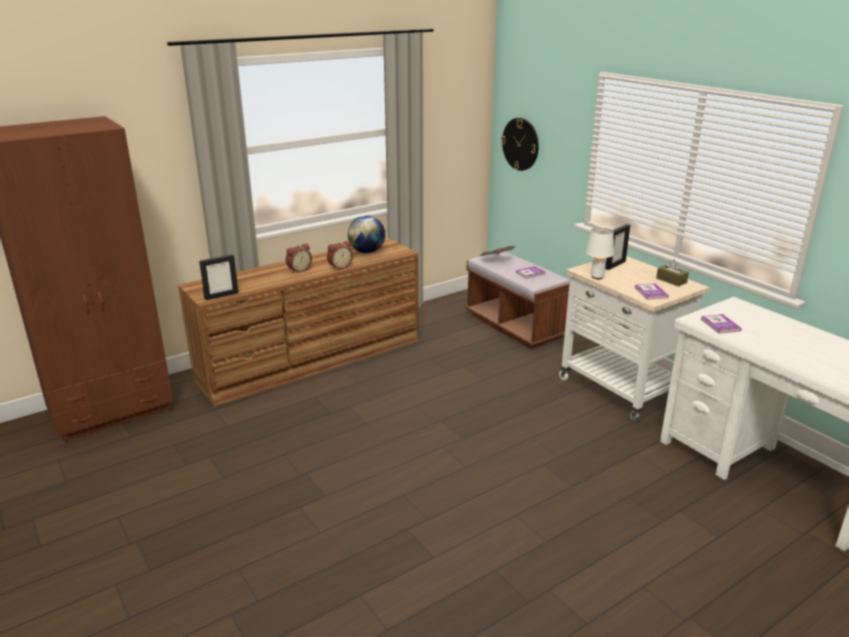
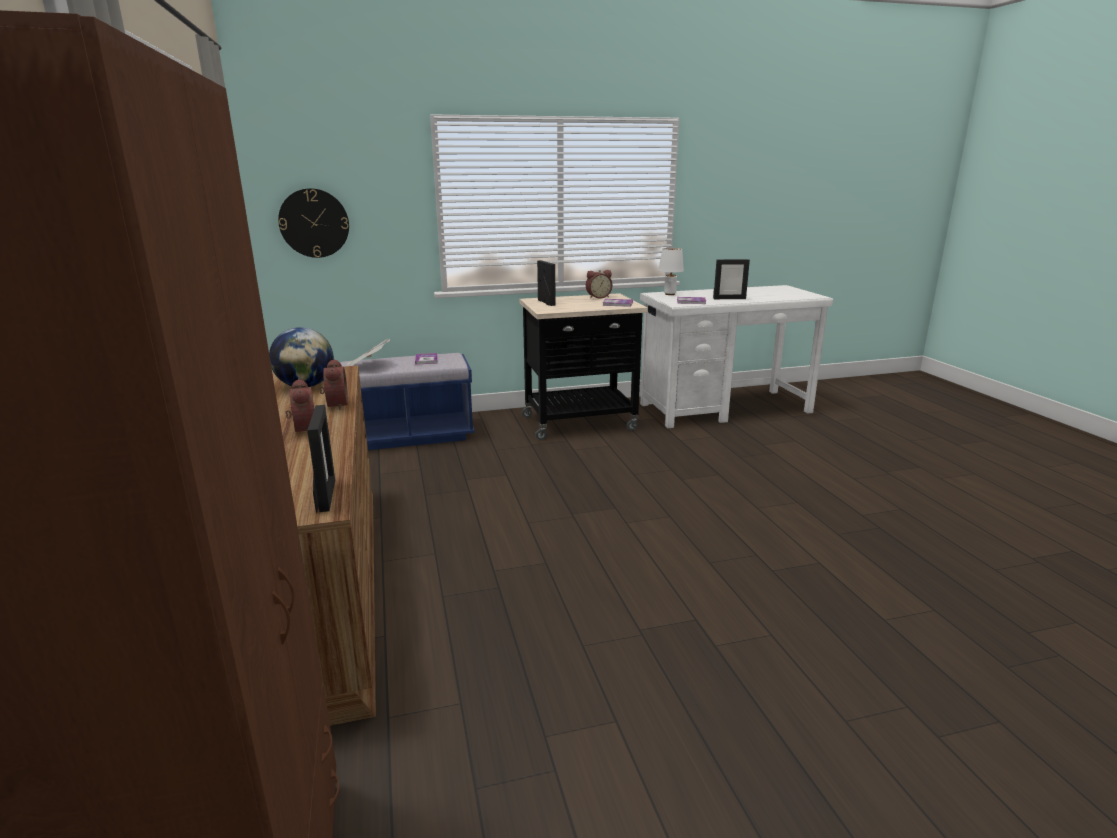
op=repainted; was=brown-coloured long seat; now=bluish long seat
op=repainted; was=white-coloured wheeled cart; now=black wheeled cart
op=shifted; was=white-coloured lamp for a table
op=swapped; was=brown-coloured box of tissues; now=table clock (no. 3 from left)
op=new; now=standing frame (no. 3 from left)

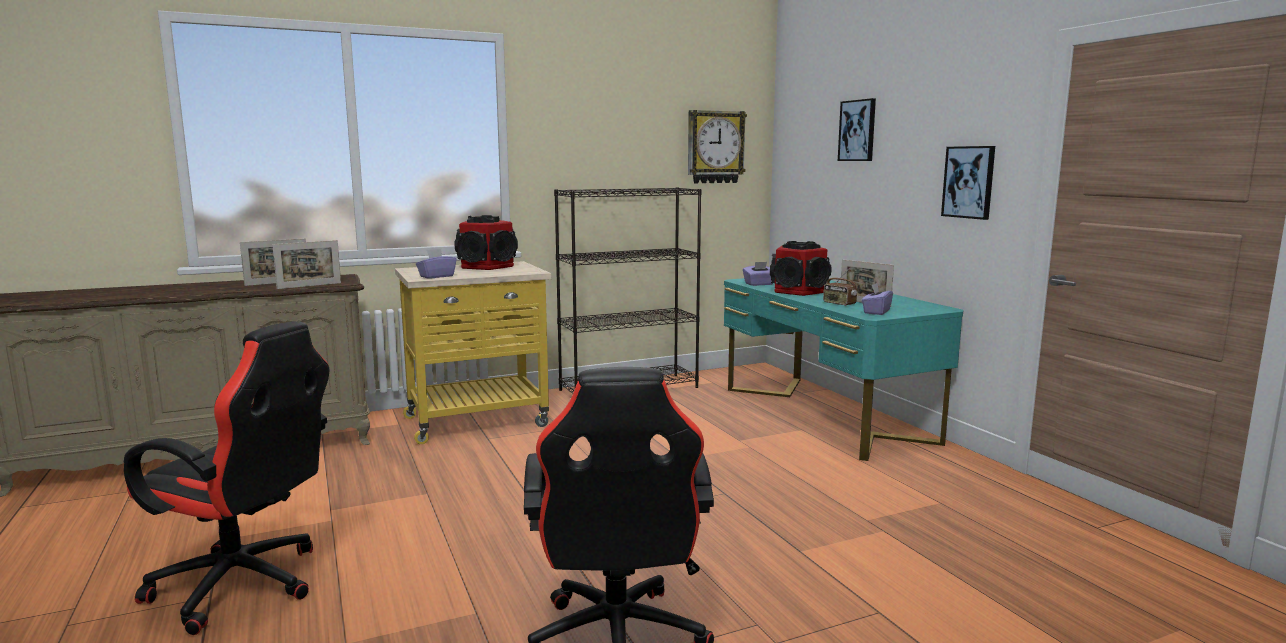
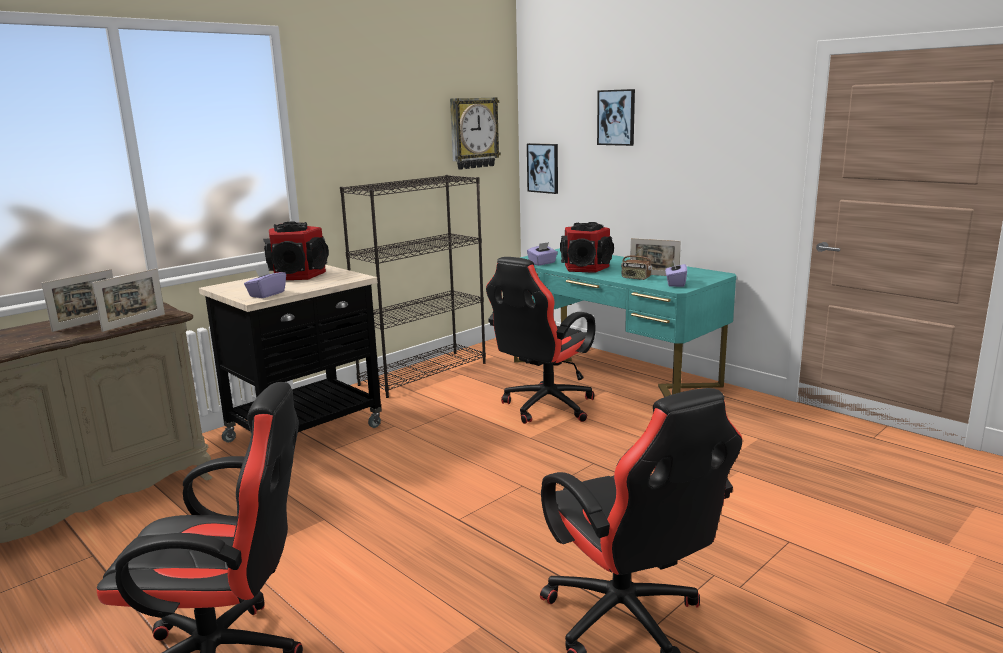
op=repainted; was=yellow-coloured wheeled cart; now=black wheeled cart
op=shifted; was=picture (no. 2 from left in the first image); now=picture (no. 1 from left)
op=new; now=black computer chair (no. 2 from left)

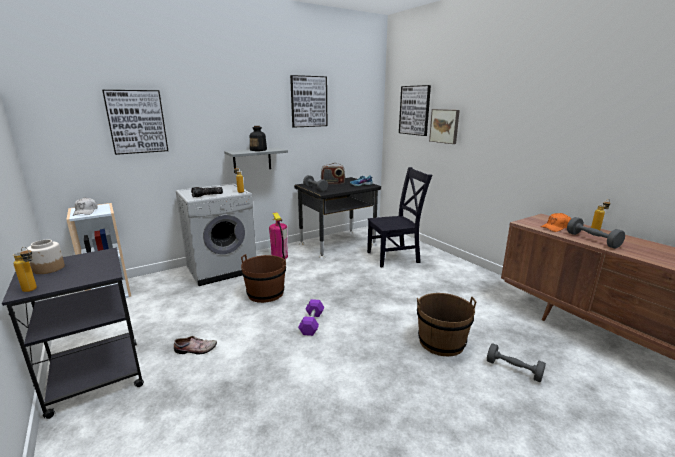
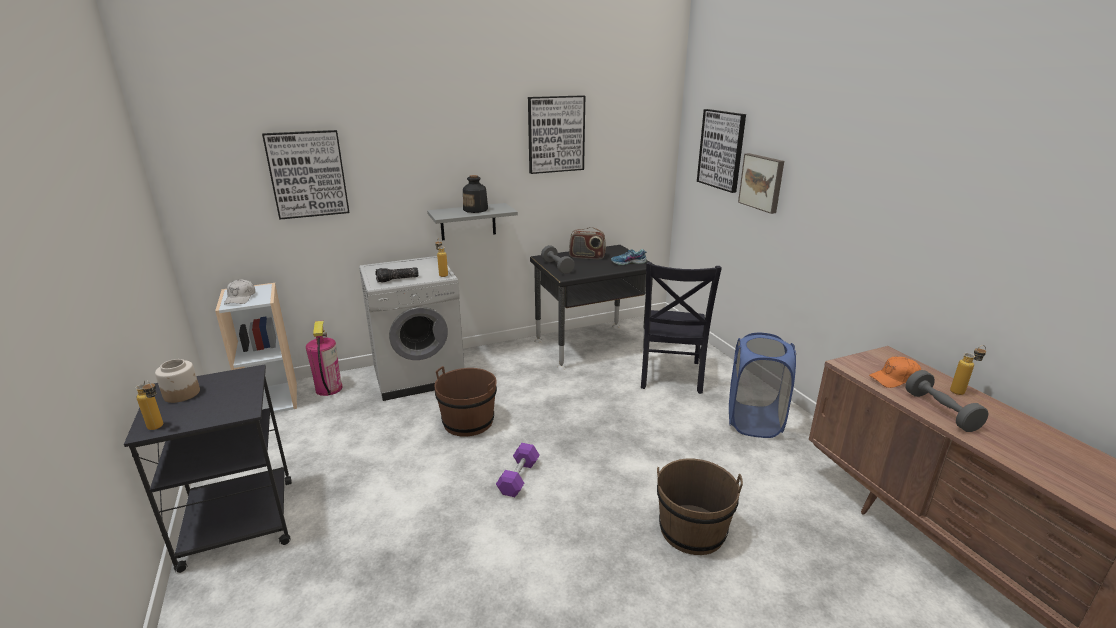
op=gone; was=low shoe (no. 1 from left)
op=shifted; was=fire extinguisher
op=rotated; was=black chair; clockwise=105
op=gone; was=greyish free weight (no. 2 from left)
op=new; now=bluish laundry basket

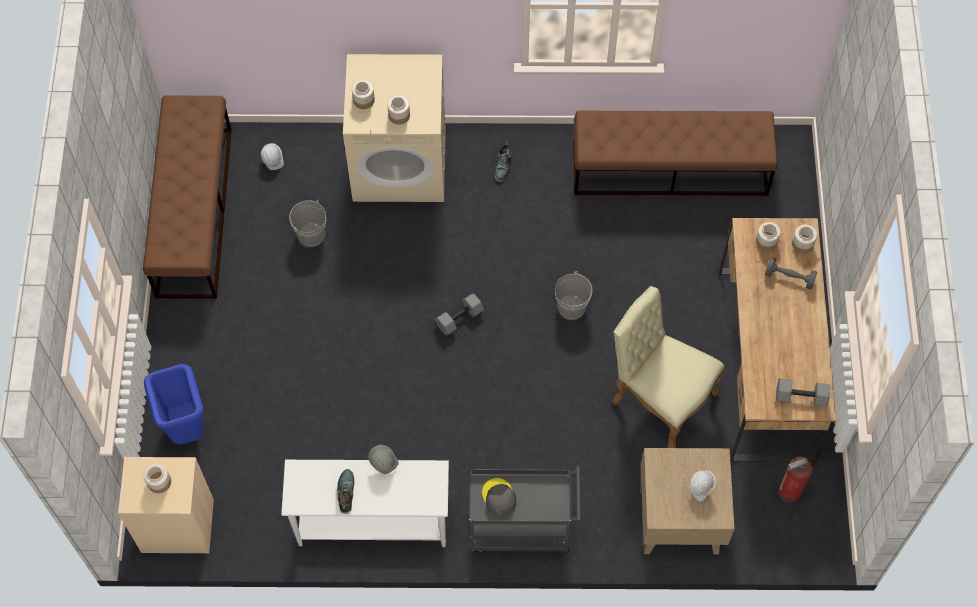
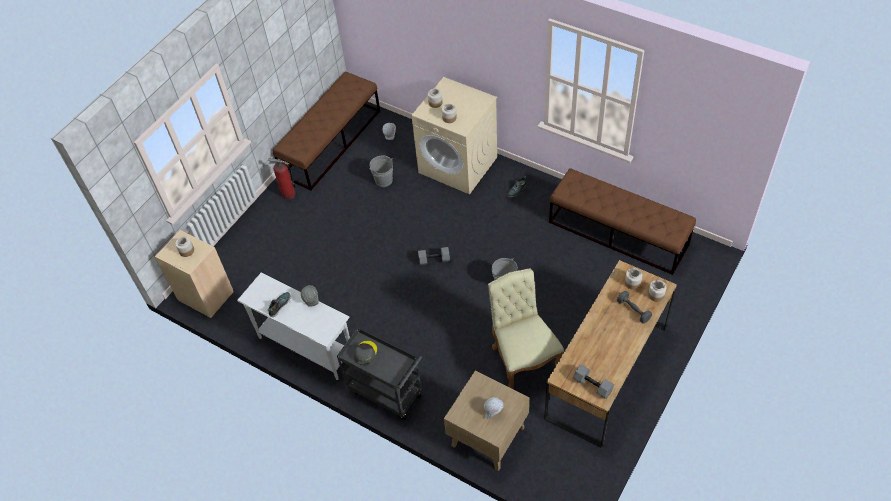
op=gone; was=bluish rubbish bin
op=shifted; was=fire extinguisher

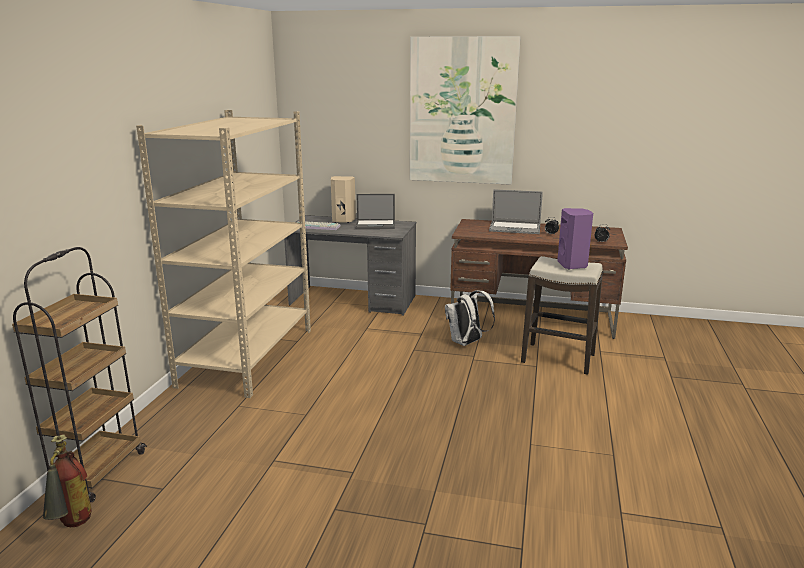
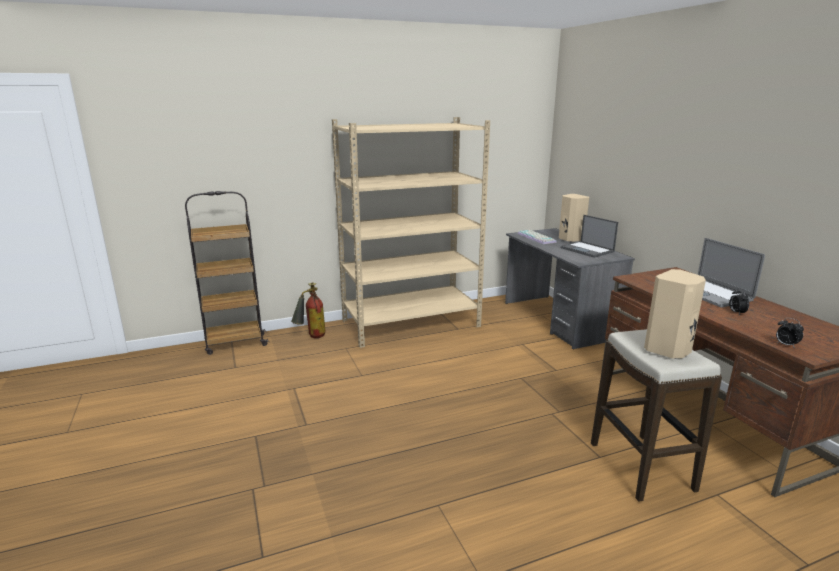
op=shifted; was=fire extinguisher
op=gone; was=picture
op=gone; was=white-coloured knapsack
op=repainted; was=purple loudspeaker; now=beige loudspeaker (no. 2 from left)

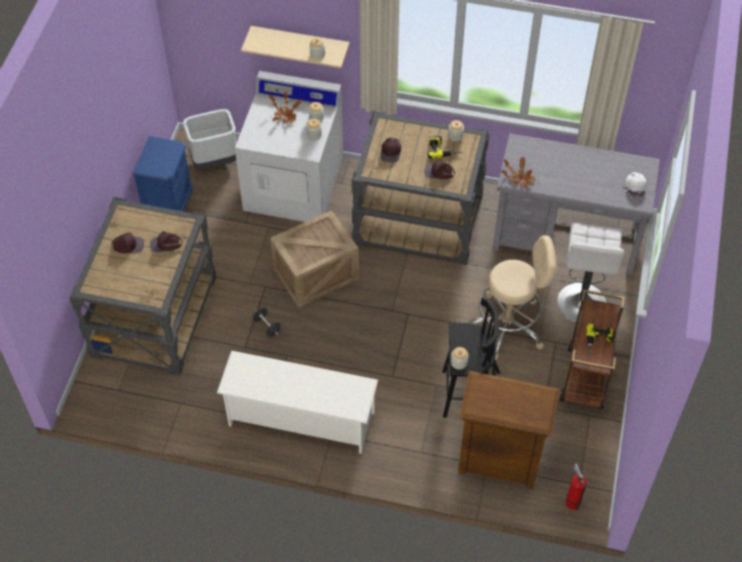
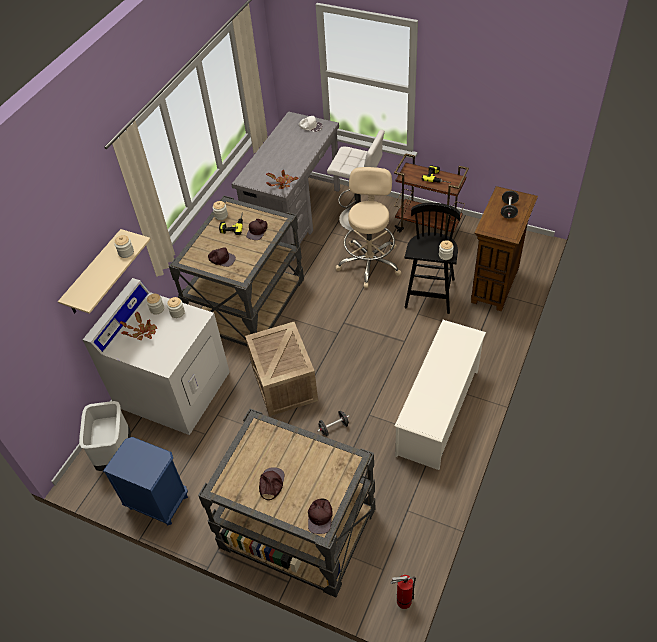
op=shifted; was=brown-coloured baseball cap (no. 2 from left in the first image); now=brown-coloured baseball cap (no. 4 from left)
op=shifted; was=fire extinguisher
op=new; now=black free weight (no. 2 from left)

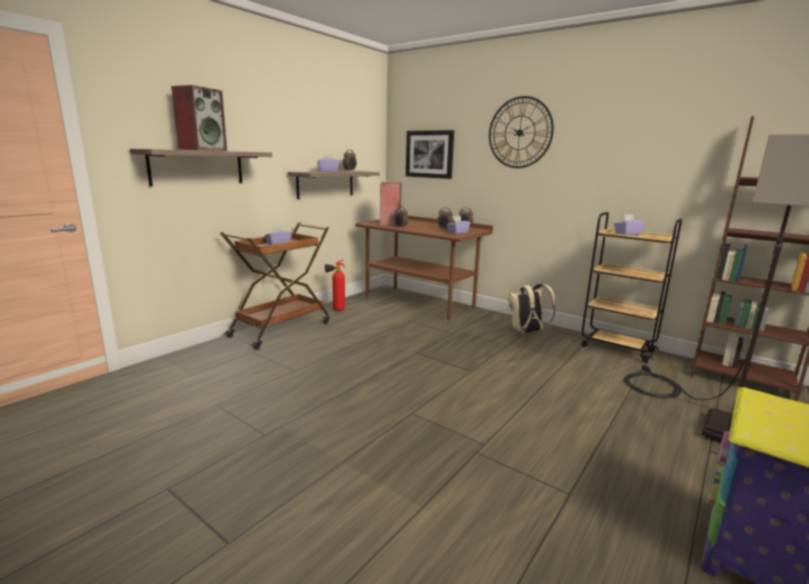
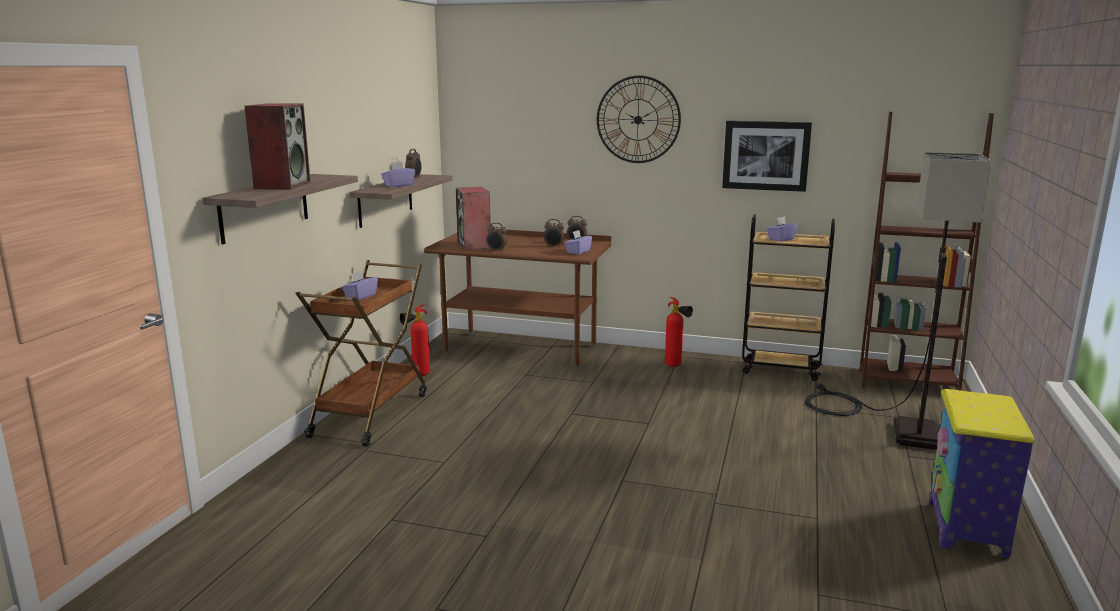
op=shifted; was=picture
op=swapped; was=beige knapsack; now=fire extinguisher (no. 2 from left)

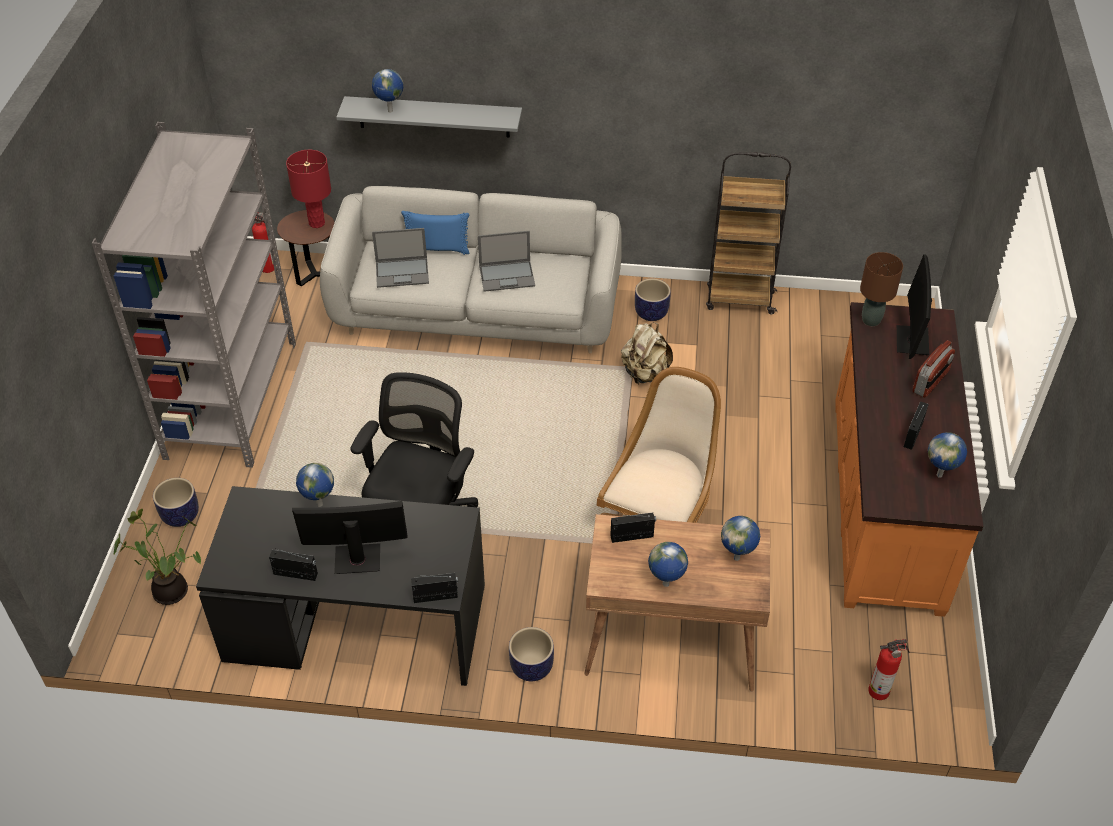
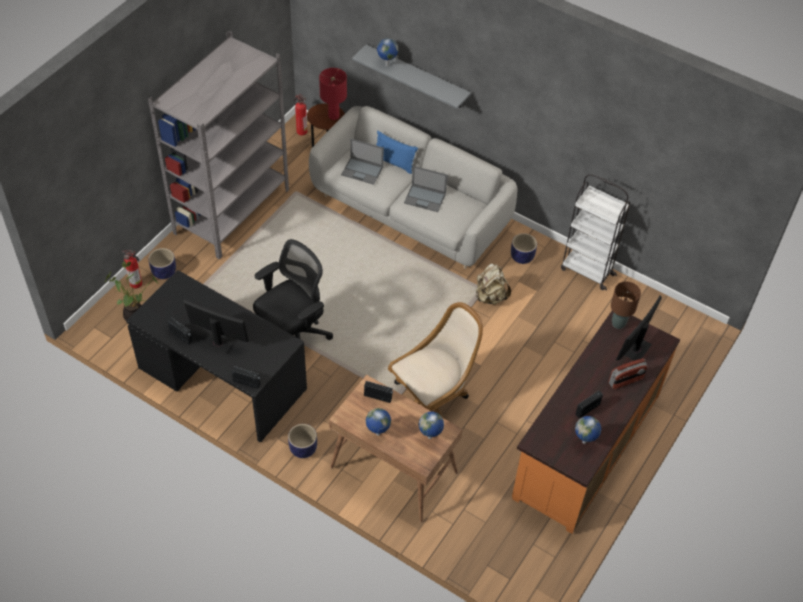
op=gone; was=globe (no. 1 from left)
op=repainted; was=brown-coloured wheeled cart; now=white-coloured wheeled cart
op=shifted; was=fire extinguisher (no. 2 from left in the first image); now=fire extinguisher (no. 1 from left)

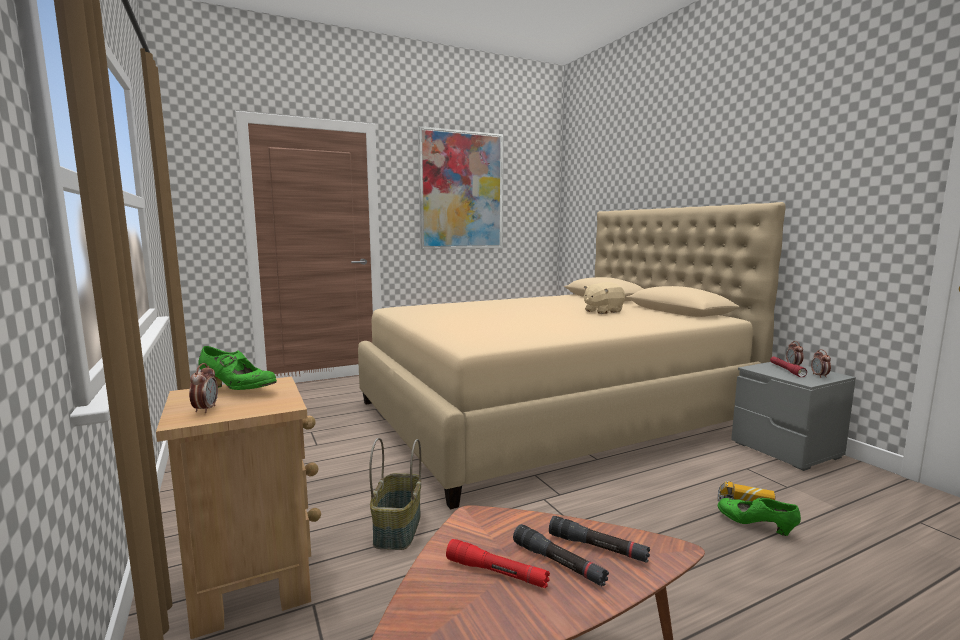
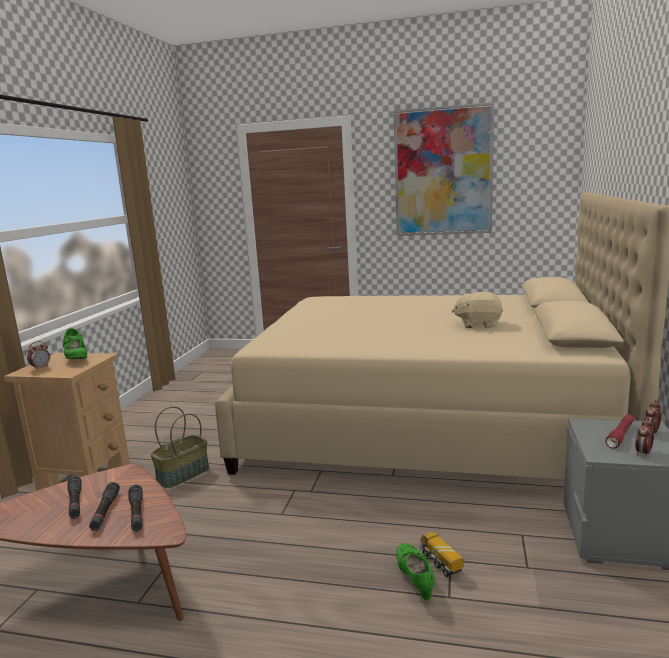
op=repainted; was=red-coloured flashlight (no. 1 from left); now=black flashlight (no. 1 from left)

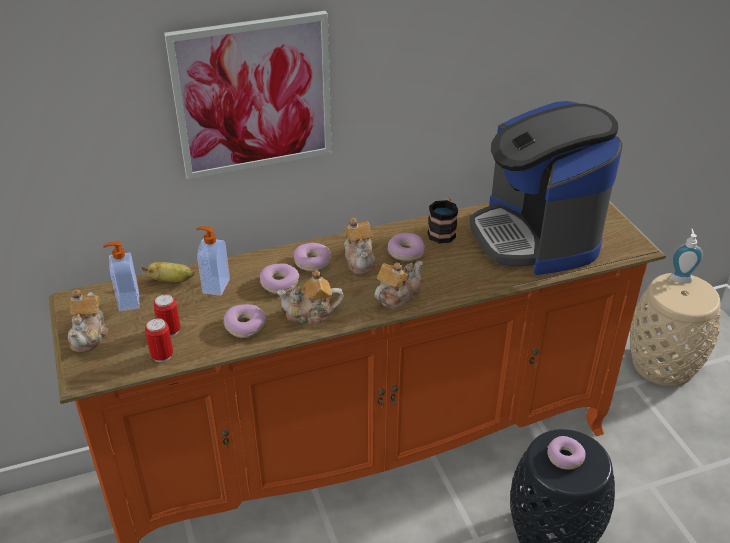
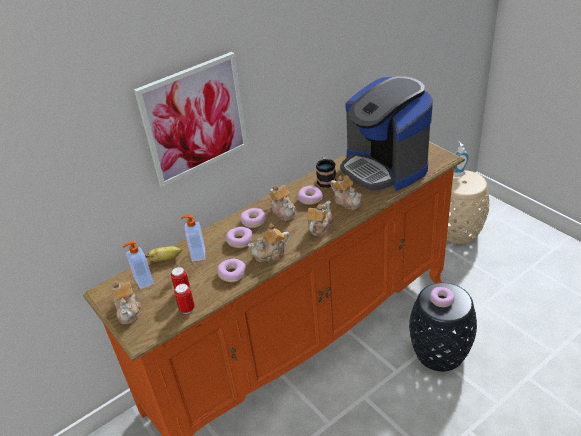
op=new; now=pot for tea (no. 5 from left)

